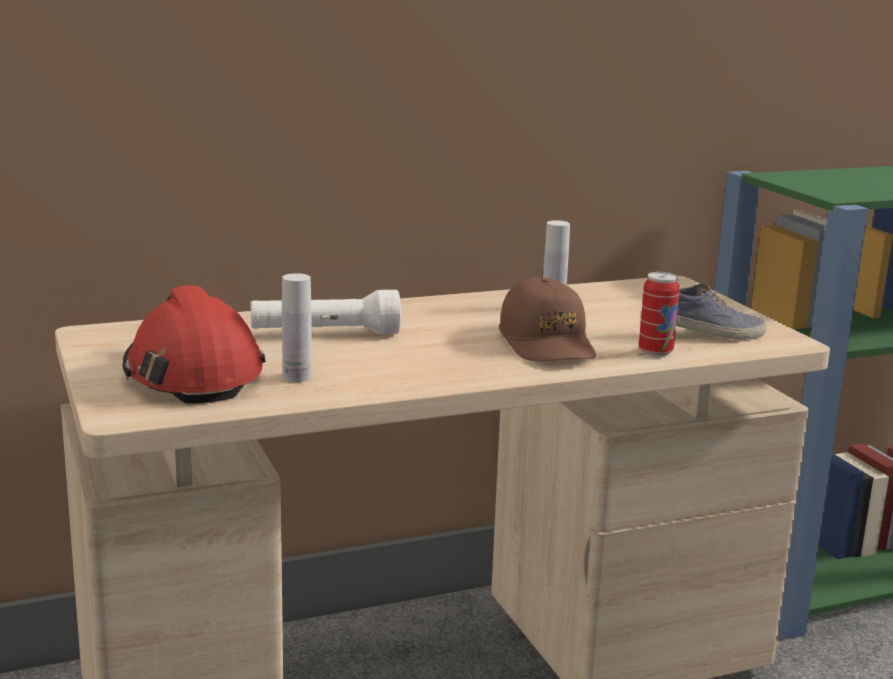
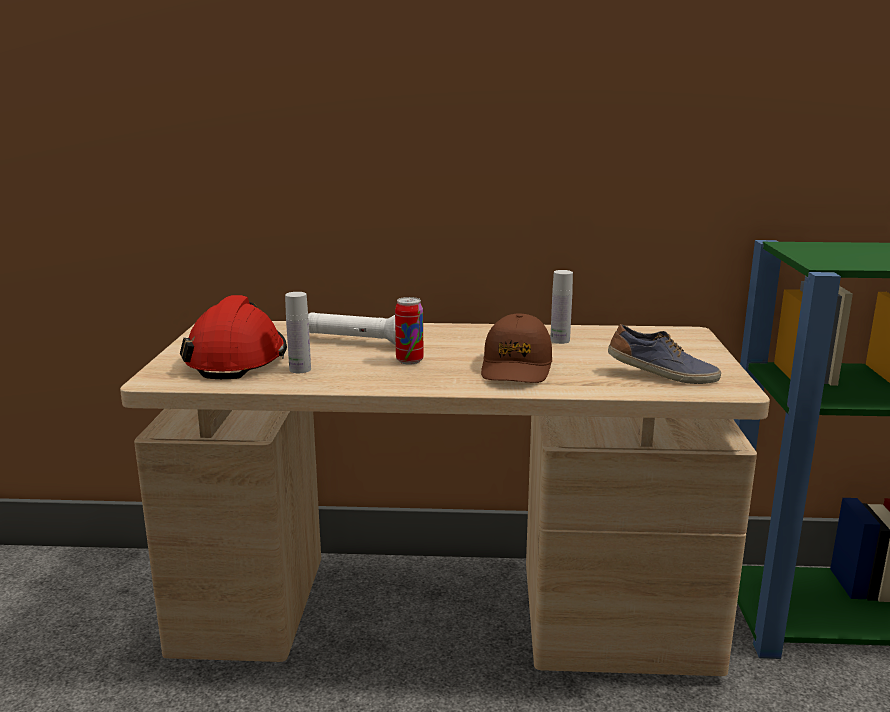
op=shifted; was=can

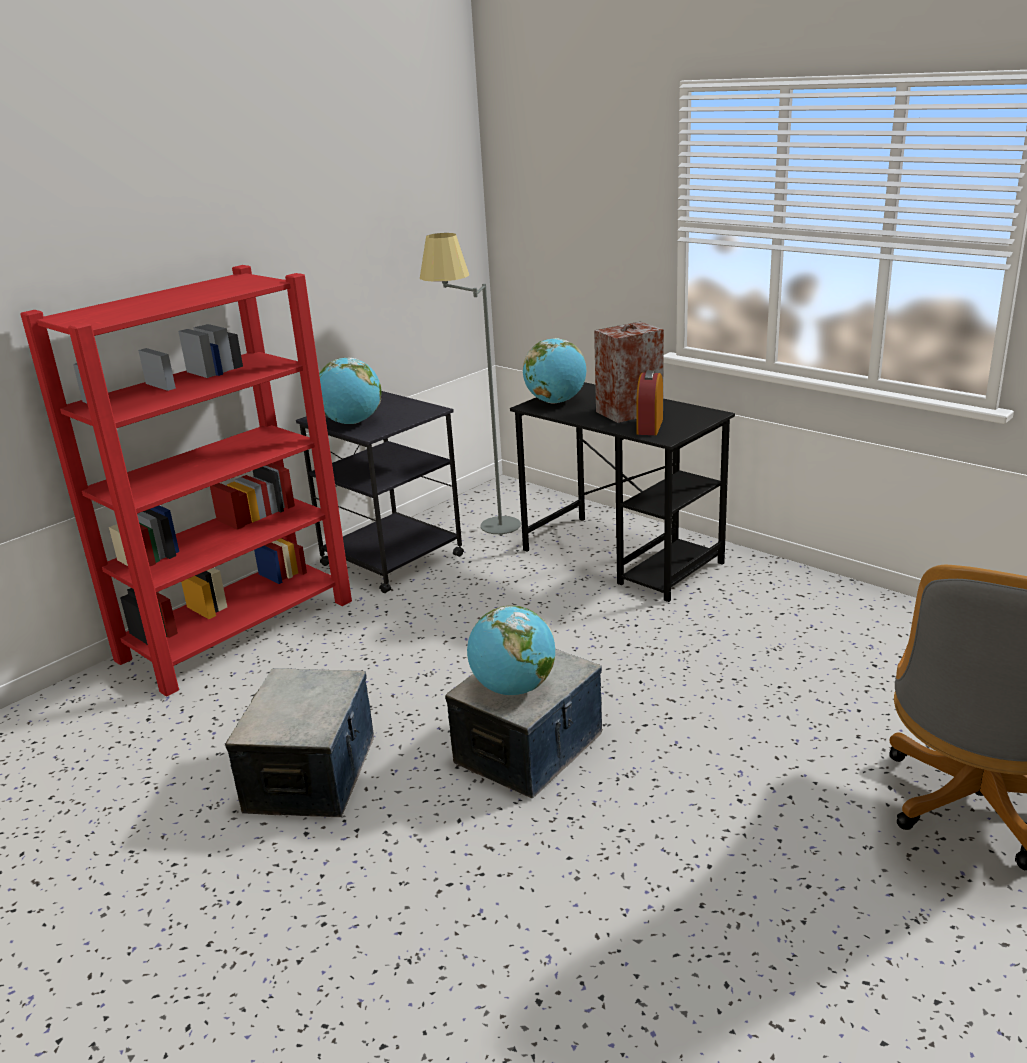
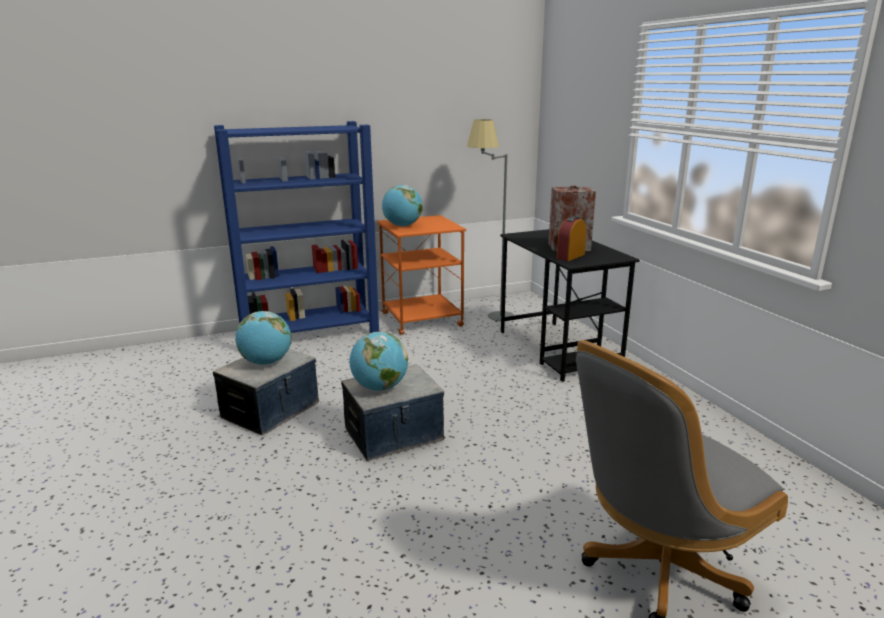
op=repainted; was=red-coloured bookcase; now=bluish bookcase
op=repainted; was=black wheeled cart; now=orange-coloured wheeled cart
op=shifted; was=globe (no. 3 from left in the first image); now=globe (no. 1 from left)

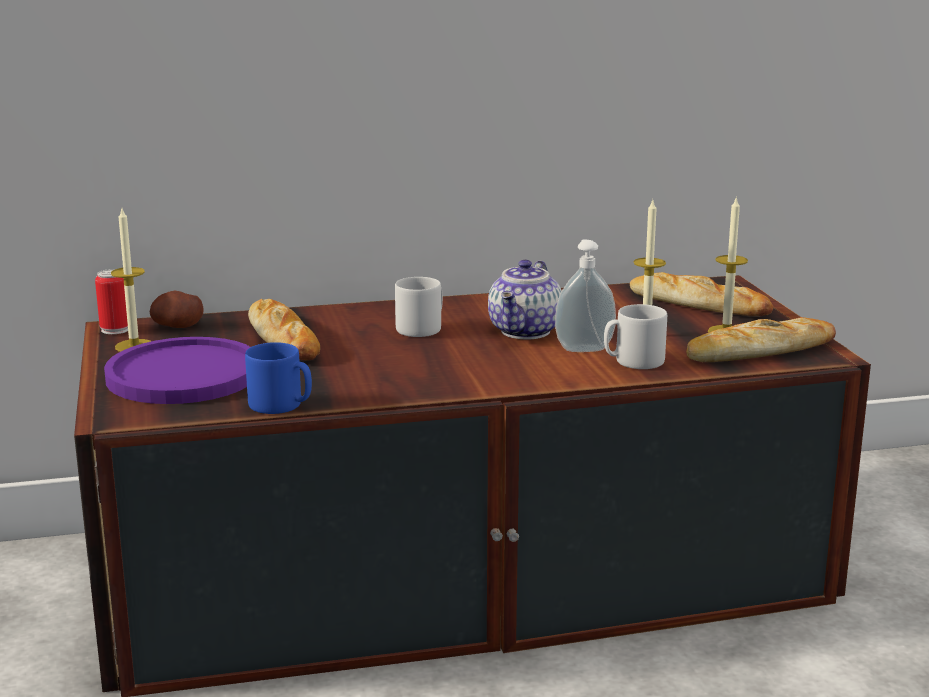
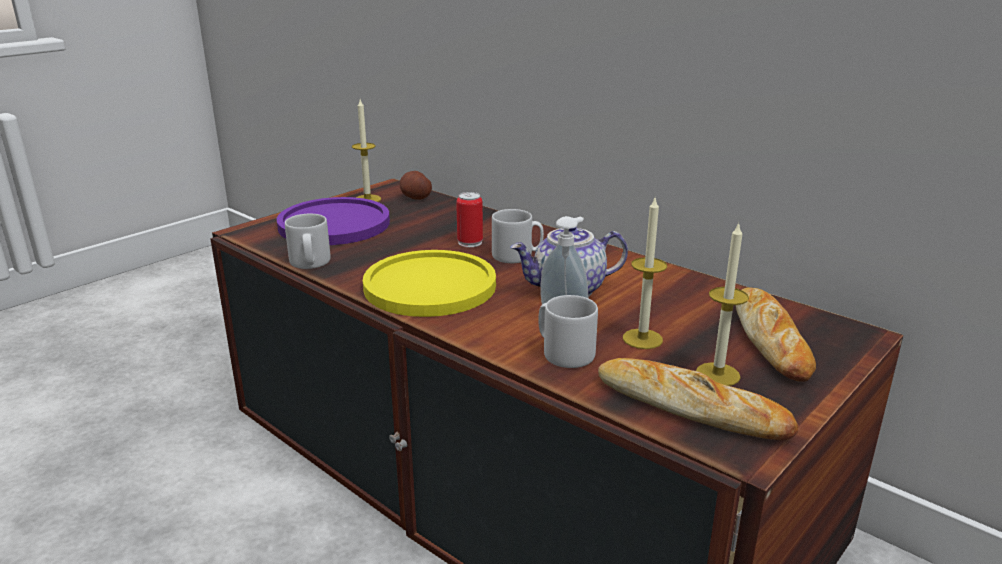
op=shifted; was=can
op=repainted; was=bluish tea mug; now=greyish tea mug (no. 1 from left)
op=gone; was=baked bread (no. 1 from left)
op=new; now=yellow-coloured dinner plate

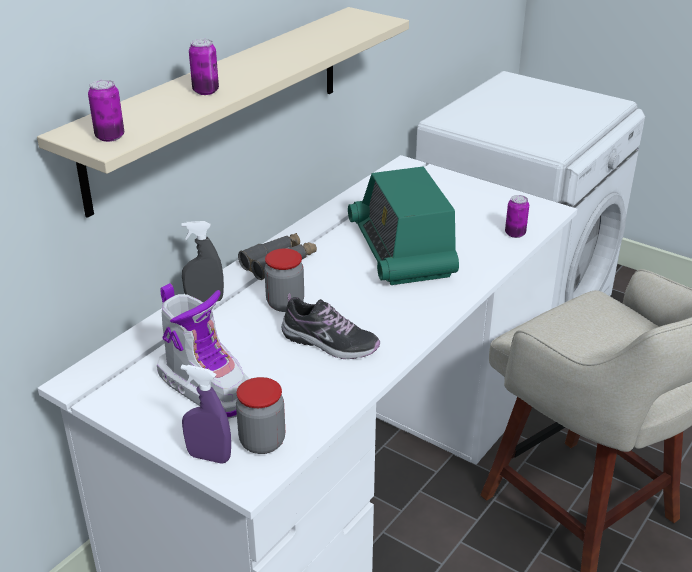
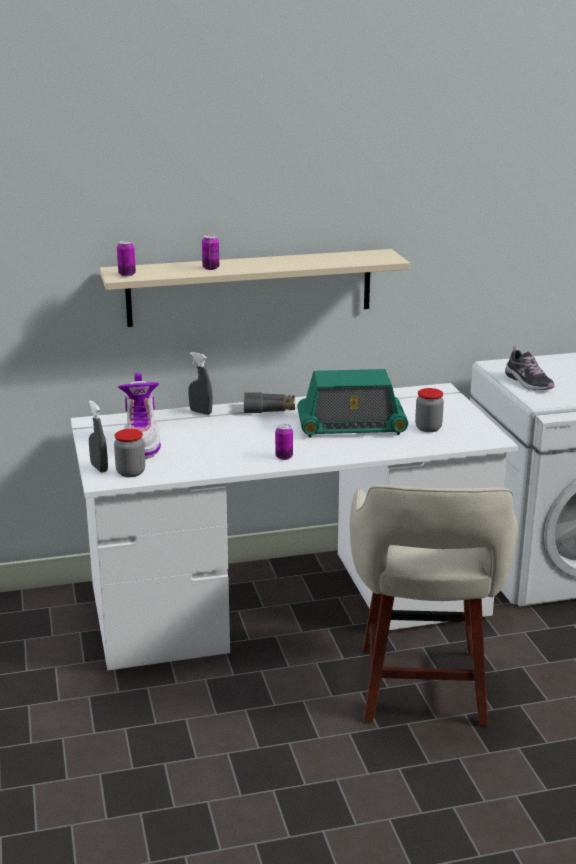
op=repainted; was=purple sprayer; now=greyish sprayer (no. 1 from left)
op=shifted; was=preserve jar (no. 2 from left)
op=shifted; was=low shoe
op=rotated; was=radio receiver; clockwise=-120
op=shifted; was=can (no. 3 from left)

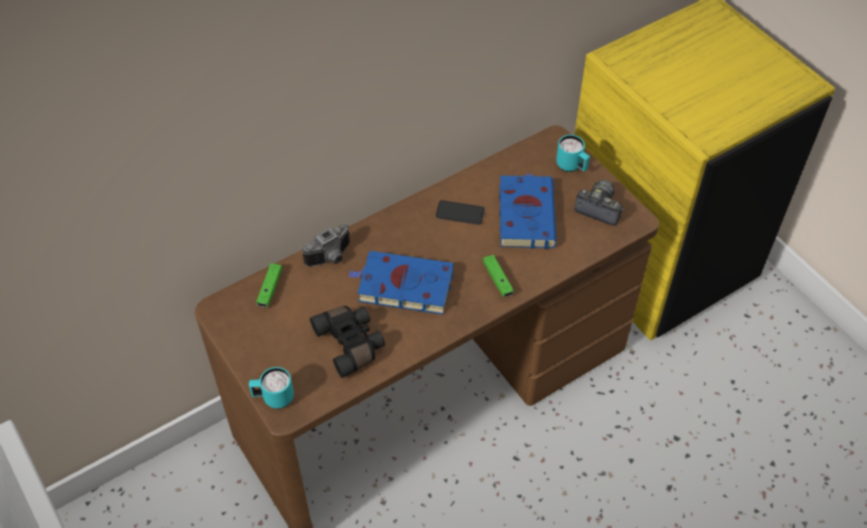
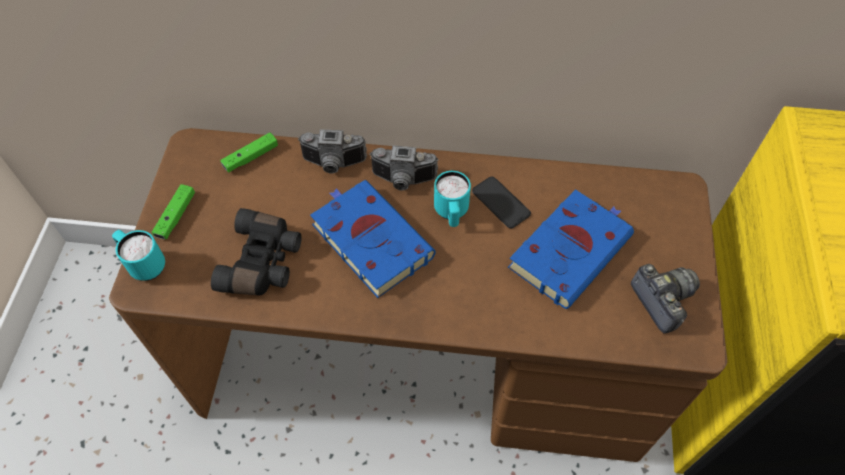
op=shifted; was=green-coloured game controller (no. 2 from left in the first image); now=green-coloured game controller (no. 1 from left)
op=shifted; was=turquoise-coloured tea mug (no. 2 from left)
op=new; now=photo camera (no. 2 from left)

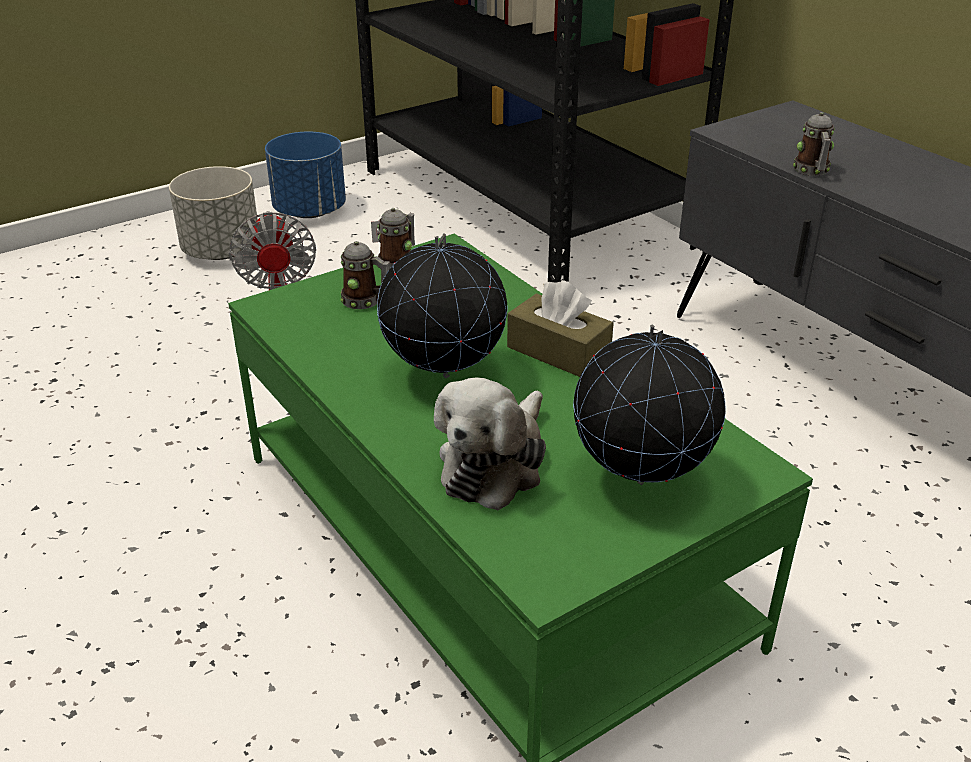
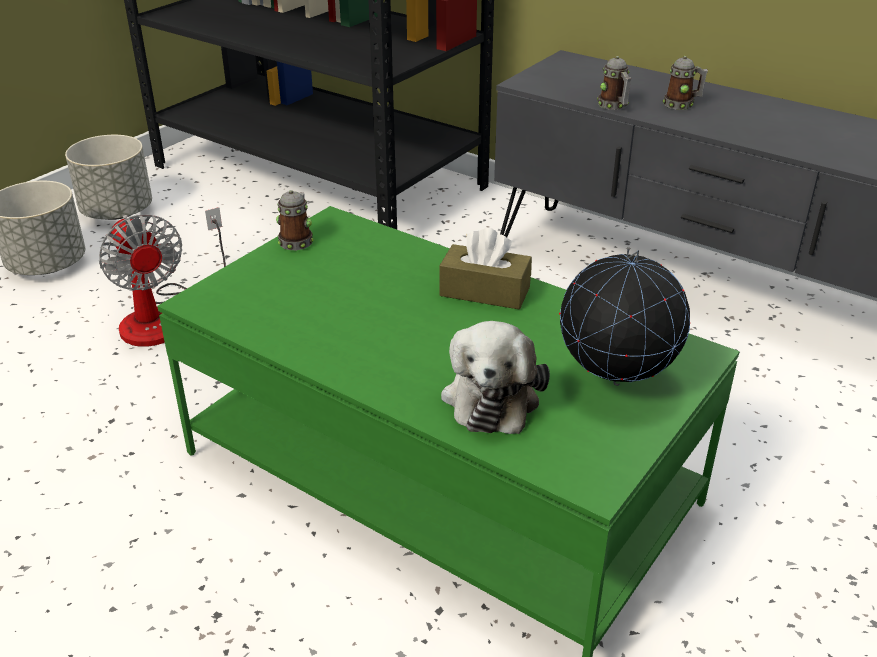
op=repainted; was=bluish plant pot; now=greyish plant pot (no. 2 from left)
op=shifted; was=tea mug (no. 1 from left in the first image); now=tea mug (no. 3 from left)
op=gone; was=globe (no. 1 from left)

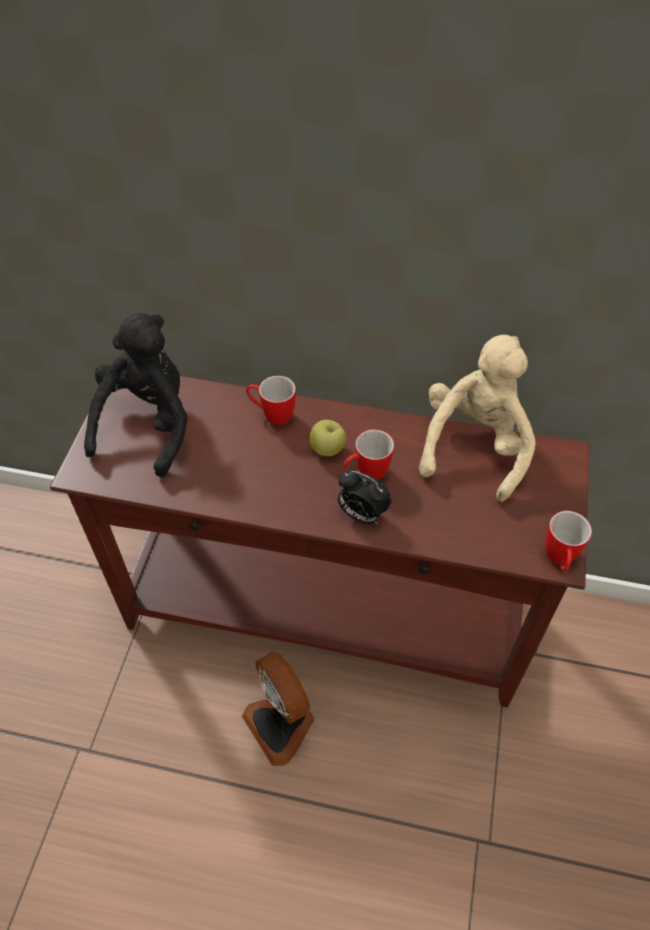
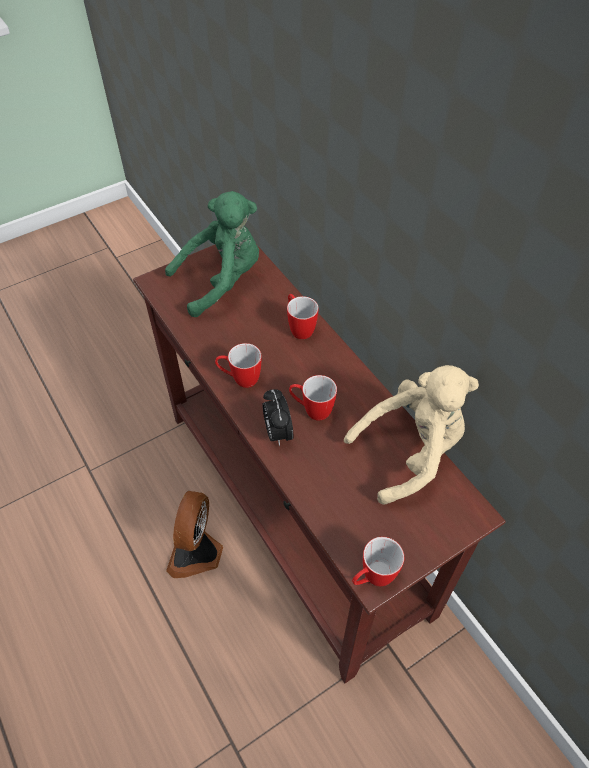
op=repainted; was=black soft toy; now=green-coloured soft toy
op=gone; was=whole apple
op=new; now=tea mug (no. 1 from left)

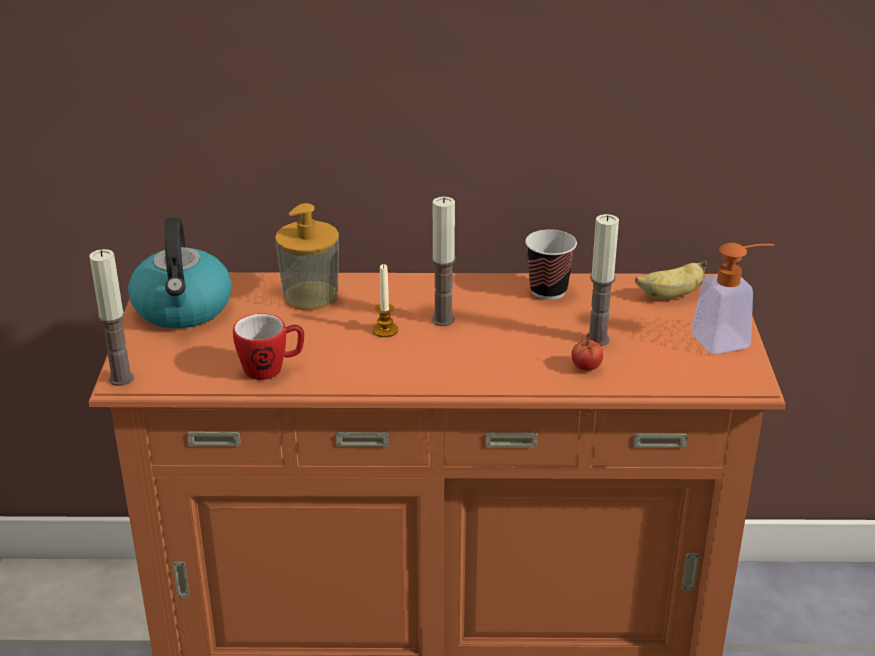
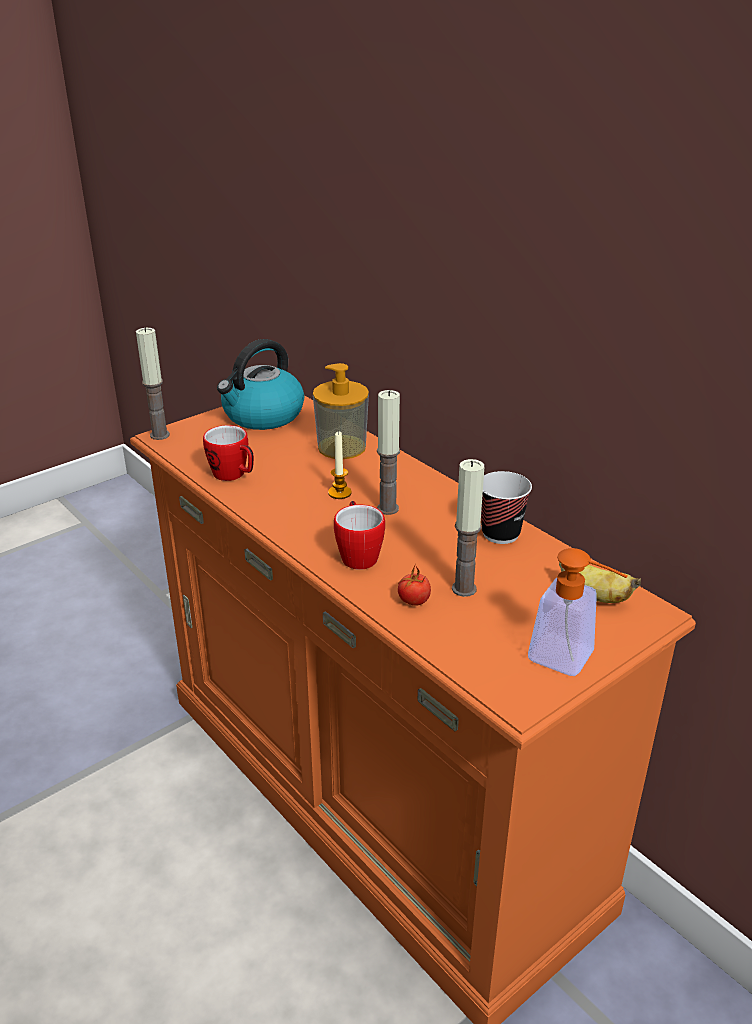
op=new; now=tea mug (no. 2 from left)

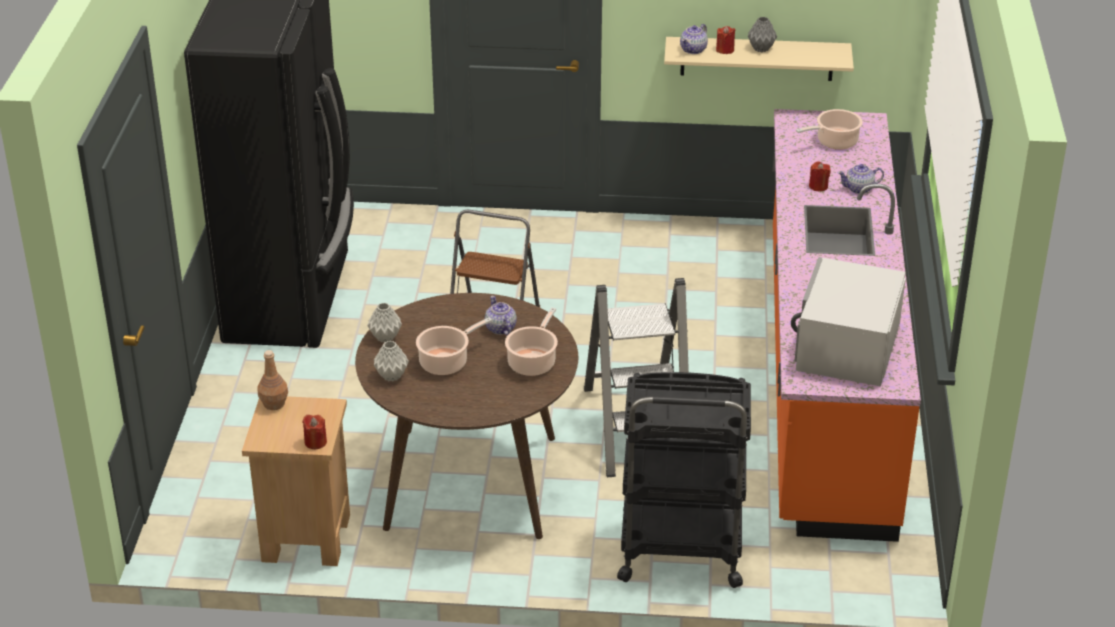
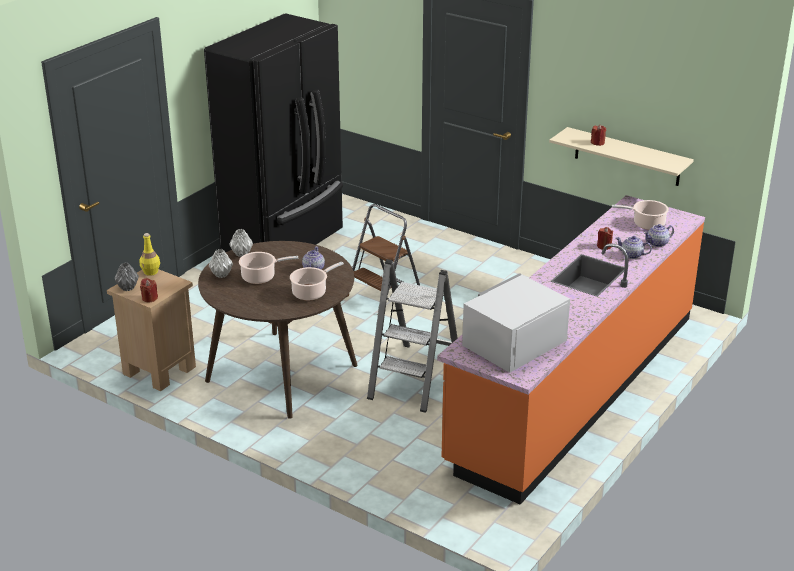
op=repainted; was=brown-coloured beverage bottle; now=yellow-coloured beverage bottle
op=gone; was=black wheeled cart
op=shifted; was=pot for tea (no. 2 from left in the first image); now=pot for tea (no. 3 from left)
op=shifted; was=greyish flower vase (no. 3 from left in the first image); now=greyish flower vase (no. 1 from left)

